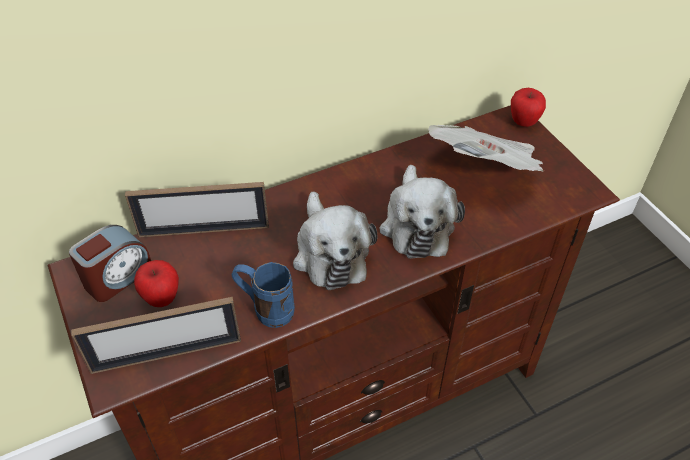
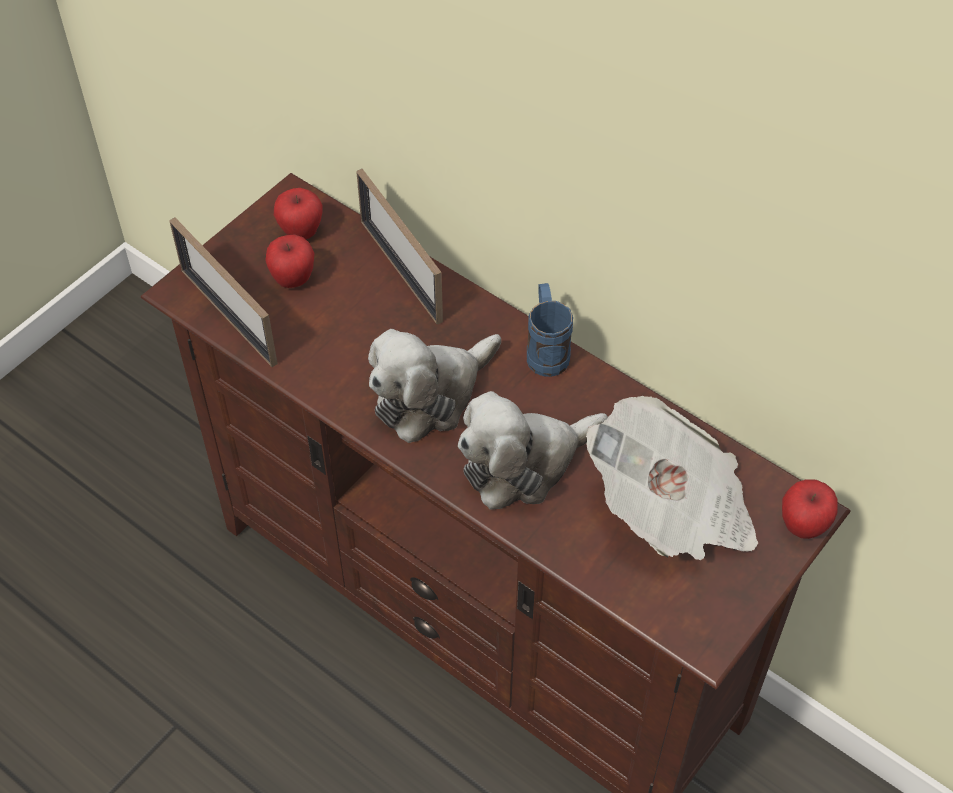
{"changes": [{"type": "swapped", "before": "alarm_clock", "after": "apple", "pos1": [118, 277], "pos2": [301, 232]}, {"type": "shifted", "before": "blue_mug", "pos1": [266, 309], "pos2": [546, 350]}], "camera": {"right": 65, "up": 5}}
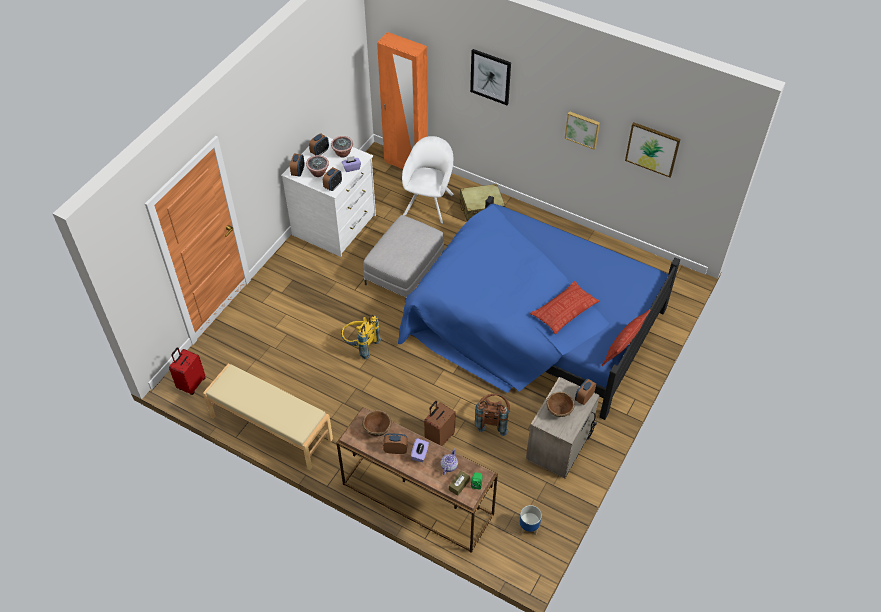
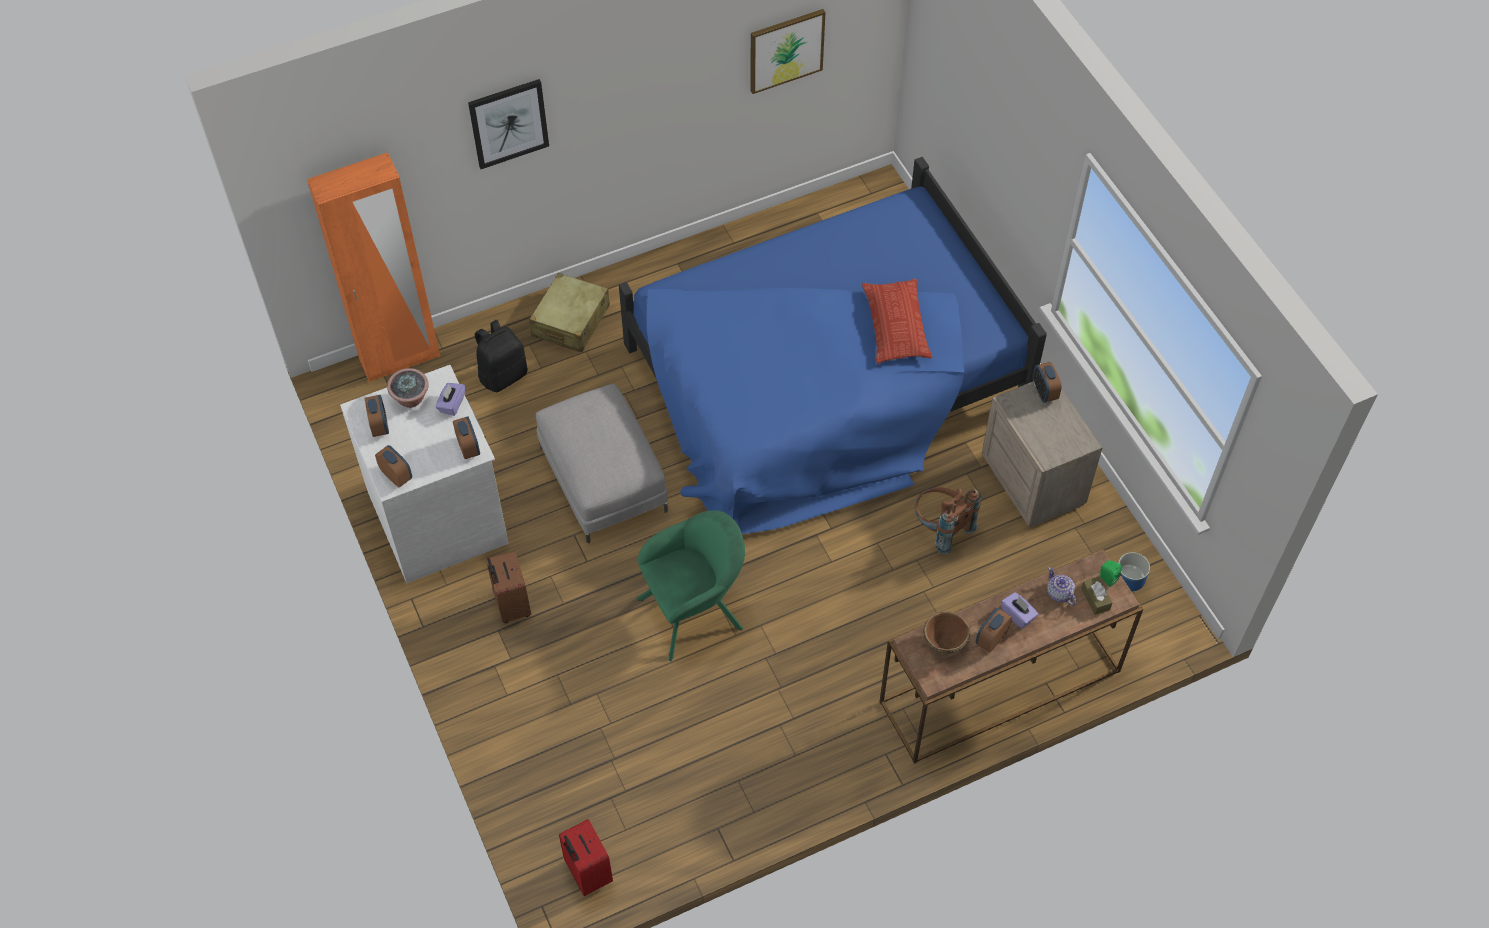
{"changes": [{"type": "swapped", "before": "white_armchair", "after": "black_backpack", "pos1": [429, 202], "pos2": [503, 375]}, {"type": "shifted", "before": "brown_suitcase", "pos1": [439, 437], "pos2": [511, 605]}, {"type": "swapped", "before": "yellow_backpack", "after": "green_armchair", "pos1": [360, 345], "pos2": [695, 611]}, {"type": "gone", "before": "beige_bench", "pos1": [271, 428]}, {"type": "gone", "before": "potted_plant", "pos1": [318, 173]}, {"type": "gone", "before": "brown_bowl", "pos1": [559, 411]}, {"type": "gone", "before": "picture", "pos1": [582, 129]}, {"type": "gone", "before": "pillow", "pos1": [622, 347]}], "camera": {"right": -55, "up": 5}}
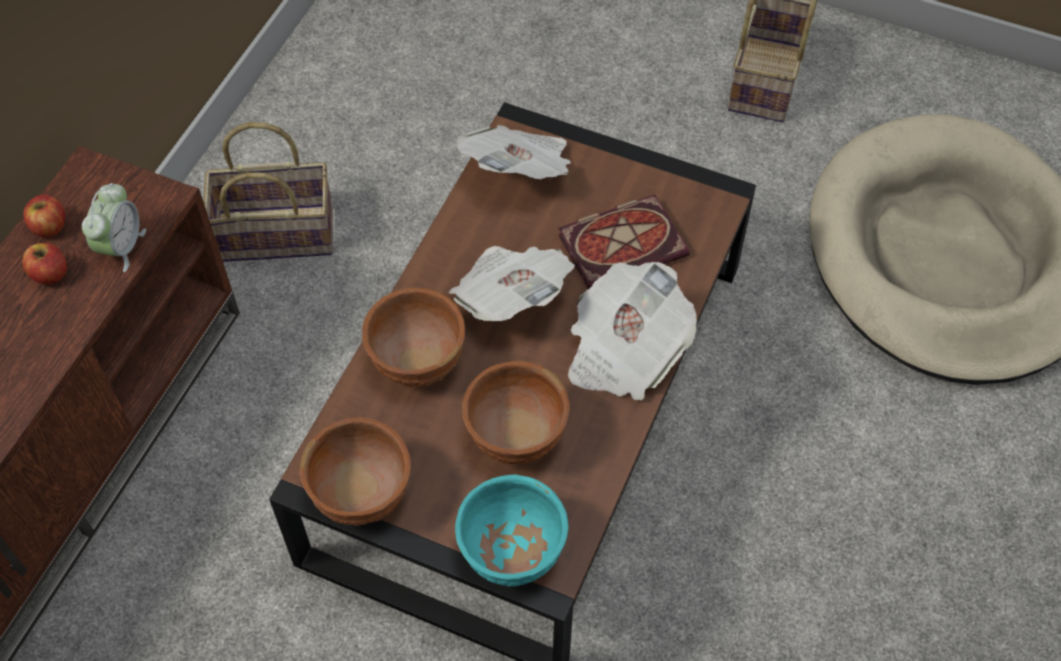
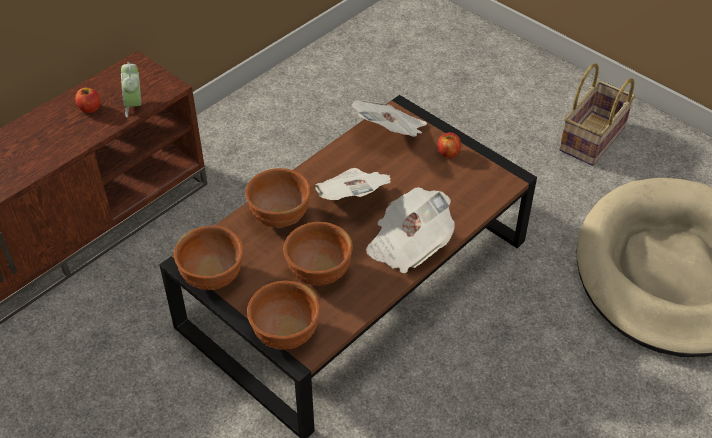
{"changes": [{"type": "rotated", "before": "alarm_clock", "pos1": [121, 247], "pos2": [134, 105], "turn": 135}, {"type": "repainted", "before": "turquoise_bowl", "after": "brown_bowl", "pos1": [511, 552], "pos2": [285, 334]}, {"type": "shifted", "before": "apple", "pos1": [49, 227], "pos2": [448, 152]}, {"type": "gone", "before": "basket", "pos1": [277, 233]}, {"type": "gone", "before": "book", "pos1": [624, 243]}], "camera": {"right": 20, "up": -10}}
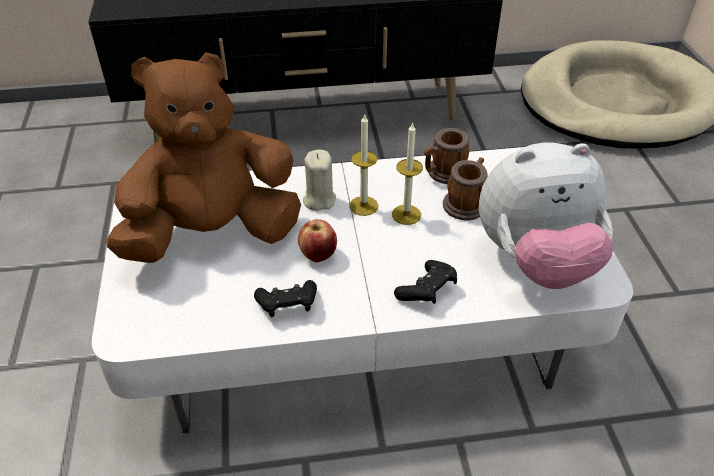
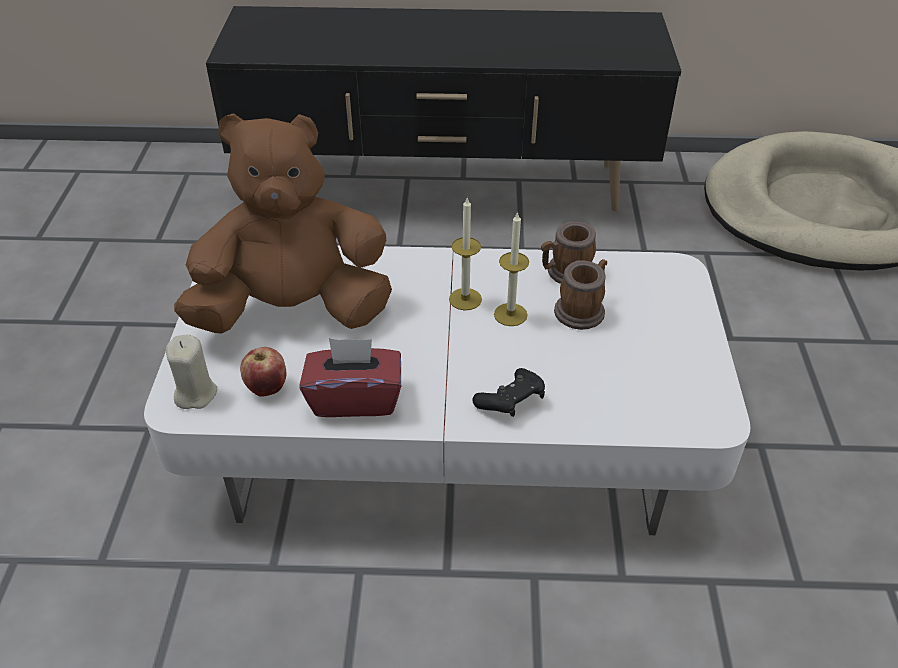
{"changes": [{"type": "shifted", "before": "beige_candle", "pos1": [319, 200], "pos2": [195, 393]}, {"type": "shifted", "before": "apple", "pos1": [318, 255], "pos2": [267, 388]}, {"type": "swapped", "before": "black_game_controller", "after": "red_tissue_box", "pos1": [288, 306], "pos2": [355, 398]}, {"type": "gone", "before": "plush_toy", "pos1": [535, 261]}], "camera": {"right": 10, "up": 0}}
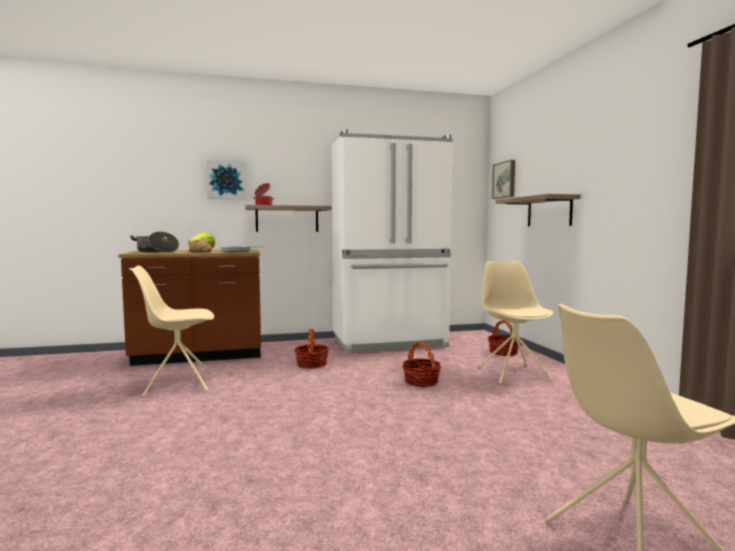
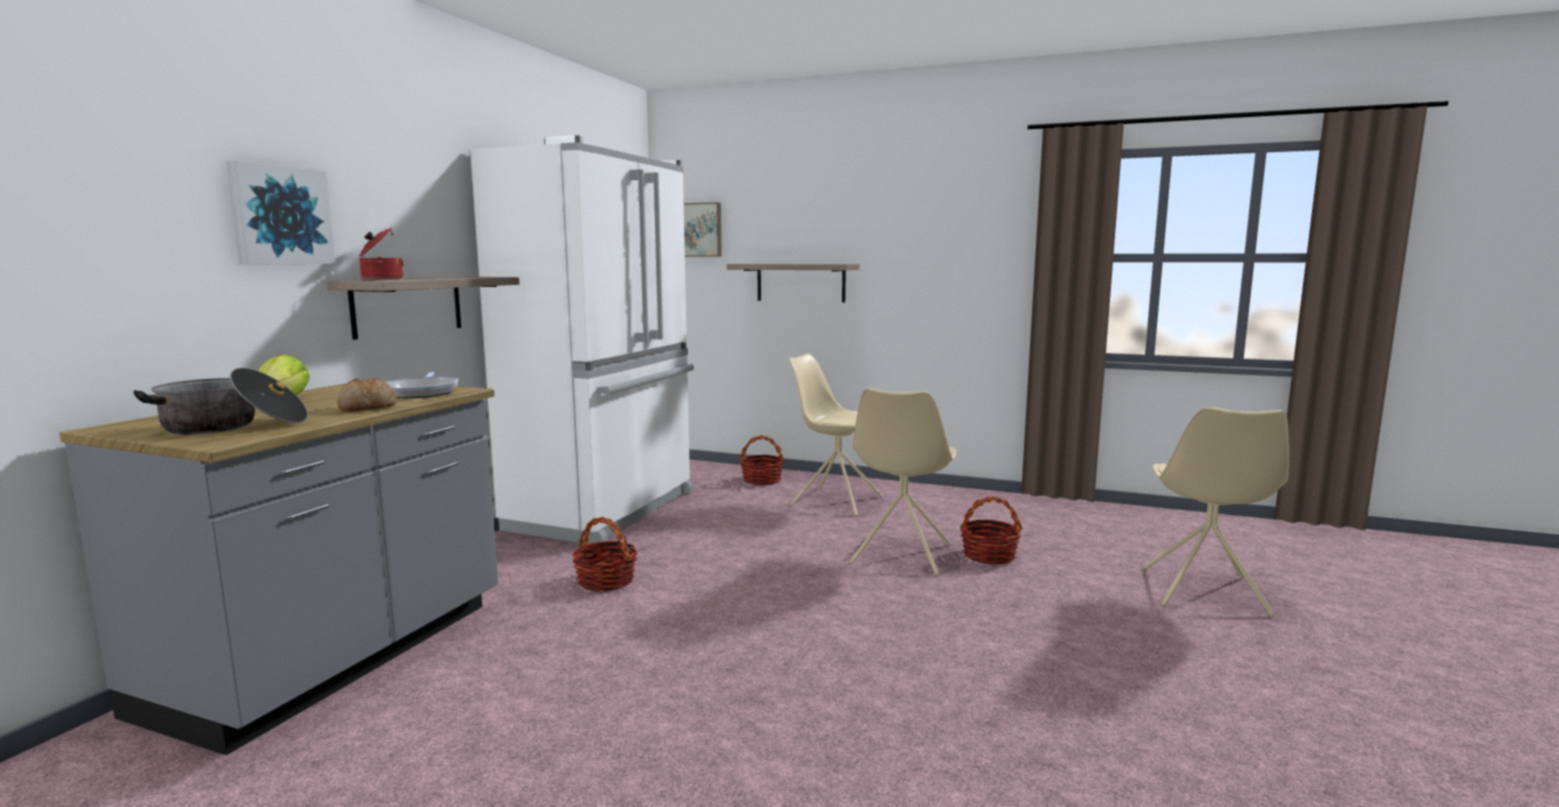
{"changes": [{"type": "repainted", "before": "brown_counter", "after": "grey_counter", "pos1": [199, 355], "pos2": [336, 657]}, {"type": "shifted", "before": "beige_chair", "pos1": [177, 384], "pos2": [900, 555]}, {"type": "shifted", "before": "basket", "pos1": [421, 382], "pos2": [989, 555]}], "camera": {"right": -55, "up": 5}}
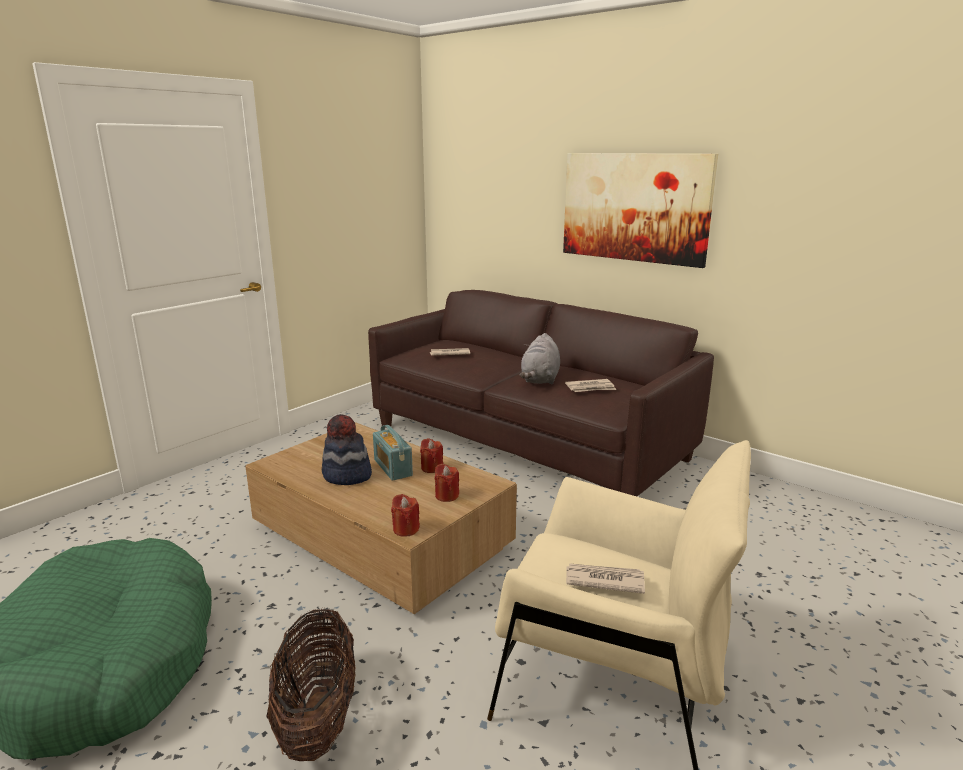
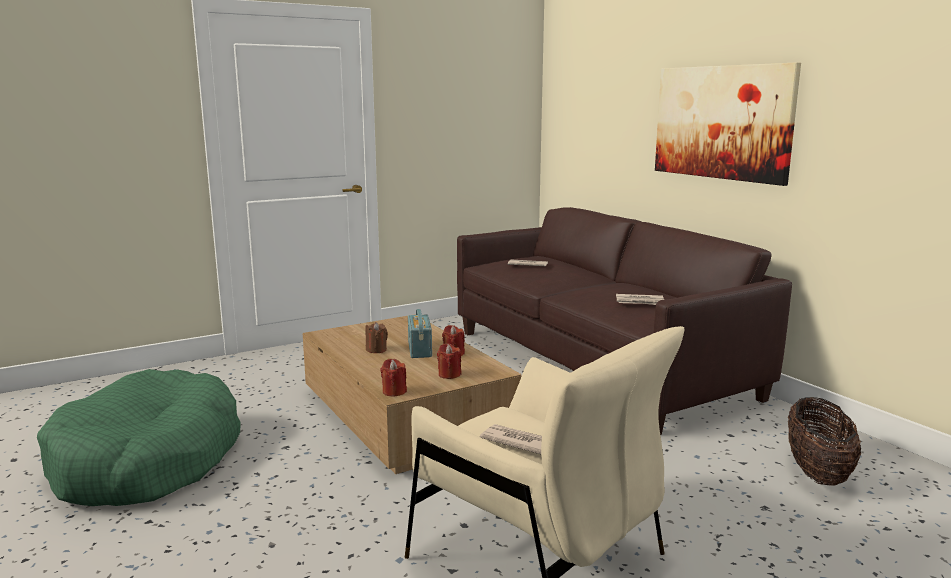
{"changes": [{"type": "swapped", "before": "hat", "after": "brown_candle", "pos1": [347, 476], "pos2": [376, 350]}, {"type": "shifted", "before": "basket", "pos1": [318, 718], "pos2": [817, 472]}, {"type": "gone", "before": "grey_plush_toy", "pos1": [540, 379]}], "camera": {"right": 20, "up": -5}}
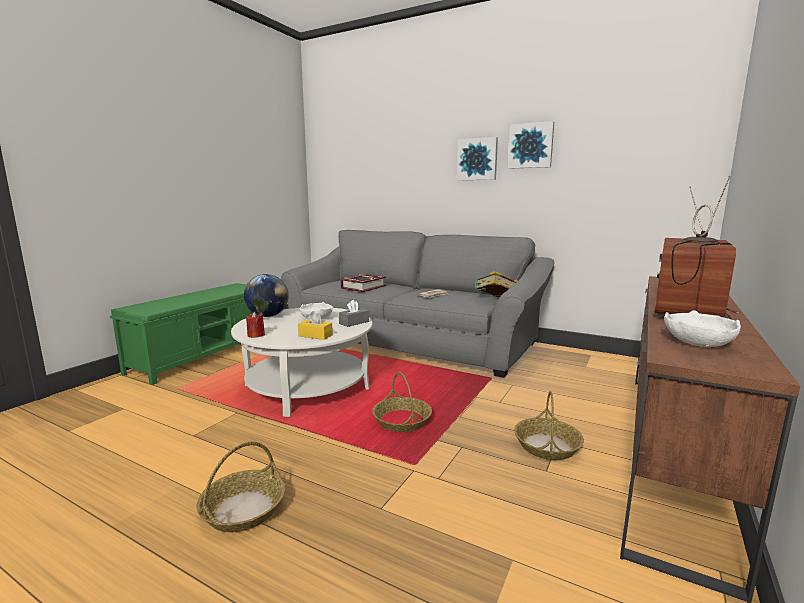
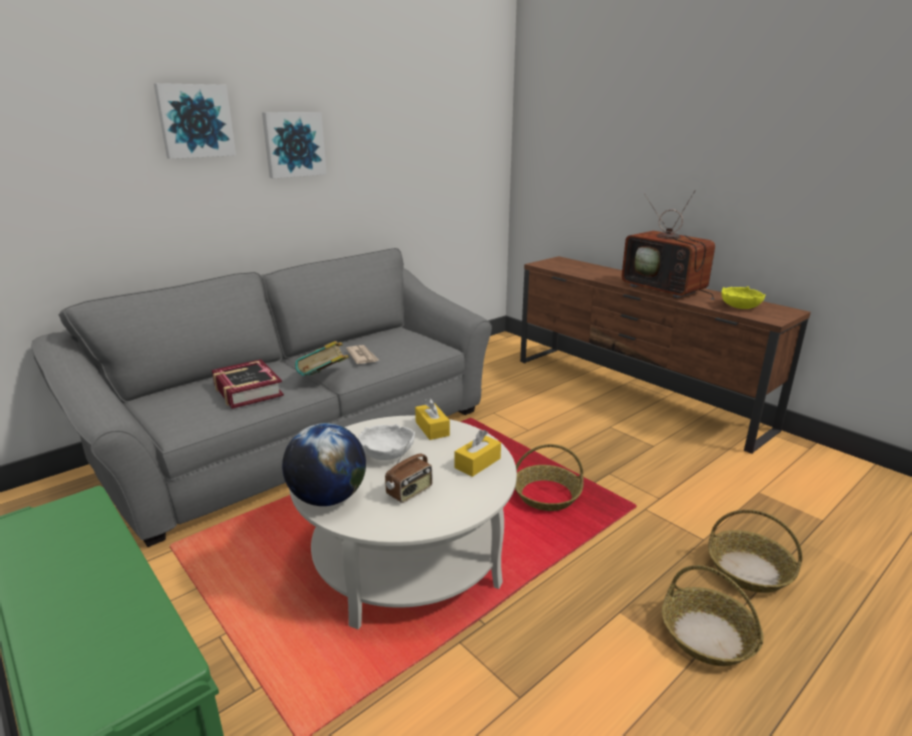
{"changes": [{"type": "shifted", "before": "picture", "pos1": [530, 146], "pos2": [195, 121]}, {"type": "shifted", "before": "book", "pos1": [496, 300], "pos2": [324, 380]}, {"type": "new", "after": "radio", "pos2": [410, 492]}, {"type": "repainted", "before": "grey_tissue_box", "after": "yellow_tissue_box", "pos1": [354, 322], "pos2": [432, 428]}, {"type": "shifted", "before": "basket", "pos1": [547, 446], "pos2": [749, 570]}, {"type": "repainted", "before": "white_bowl", "after": "yellow_bowl", "pos1": [698, 343], "pos2": [740, 307]}, {"type": "gone", "before": "red_candle", "pos1": [256, 335]}], "camera": {"right": -70, "up": 10}}
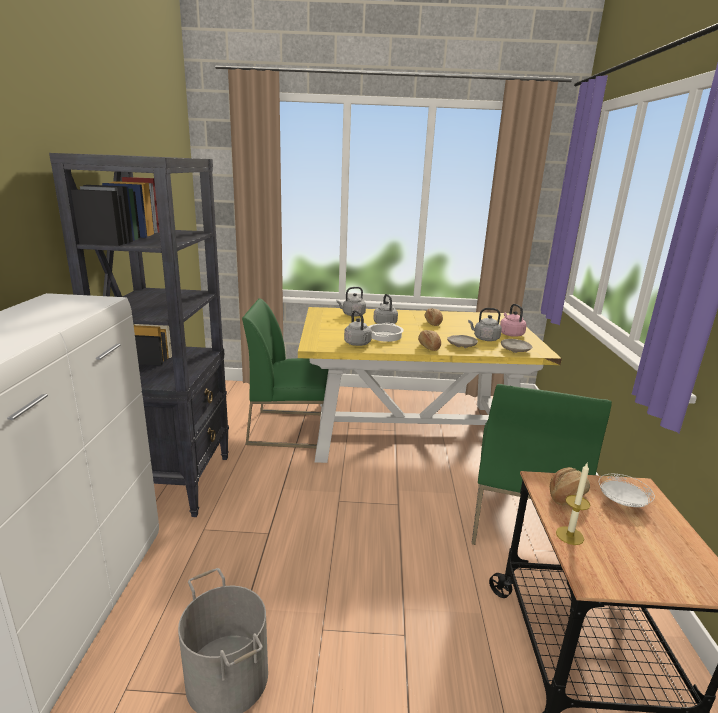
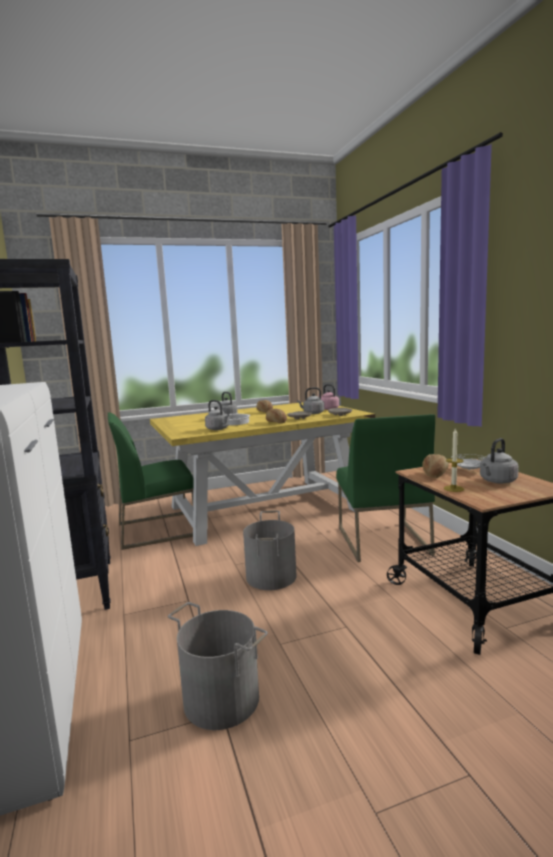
{"changes": [{"type": "new", "after": "grey_bucket", "pos2": [272, 576]}, {"type": "shifted", "before": "grey_kettle", "pos1": [352, 315], "pos2": [497, 481]}], "camera": {"right": -20, "up": -10}}
